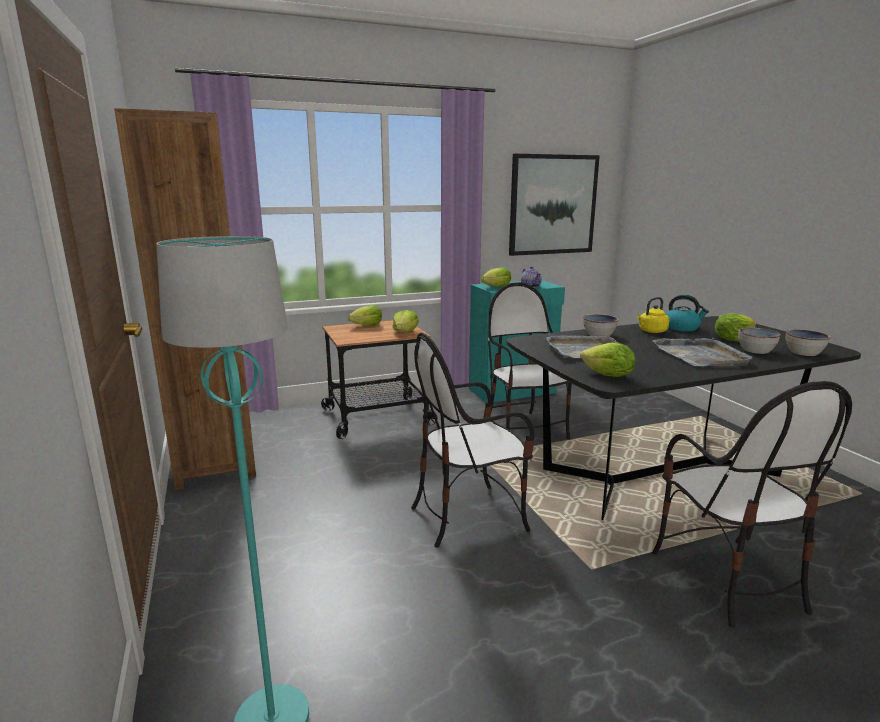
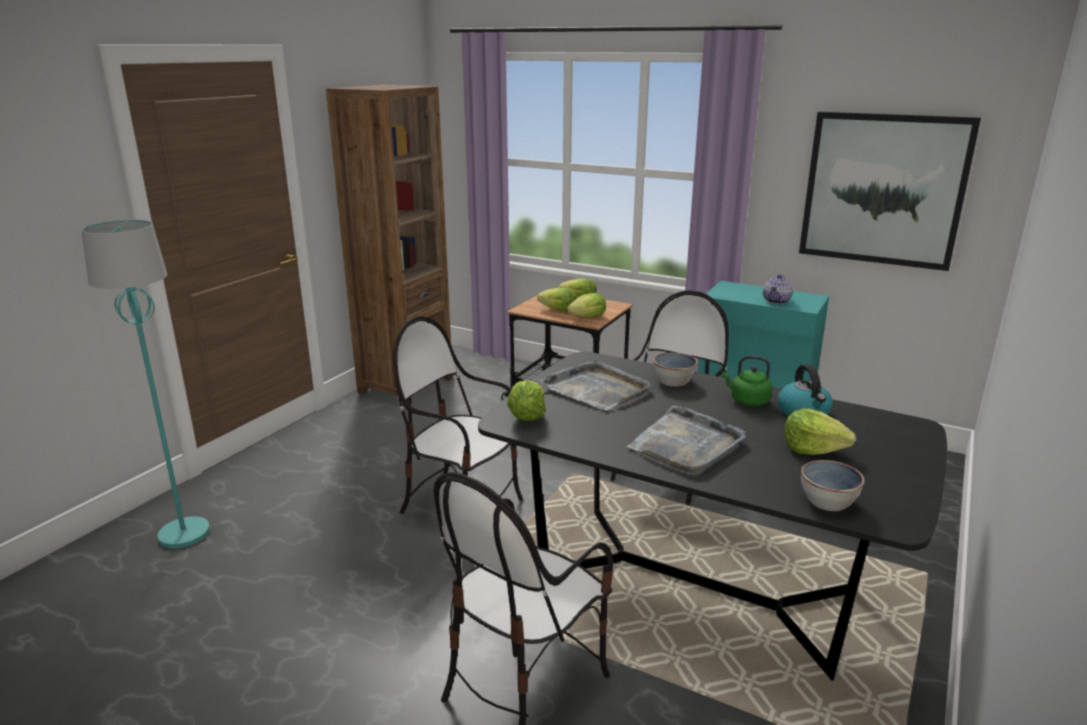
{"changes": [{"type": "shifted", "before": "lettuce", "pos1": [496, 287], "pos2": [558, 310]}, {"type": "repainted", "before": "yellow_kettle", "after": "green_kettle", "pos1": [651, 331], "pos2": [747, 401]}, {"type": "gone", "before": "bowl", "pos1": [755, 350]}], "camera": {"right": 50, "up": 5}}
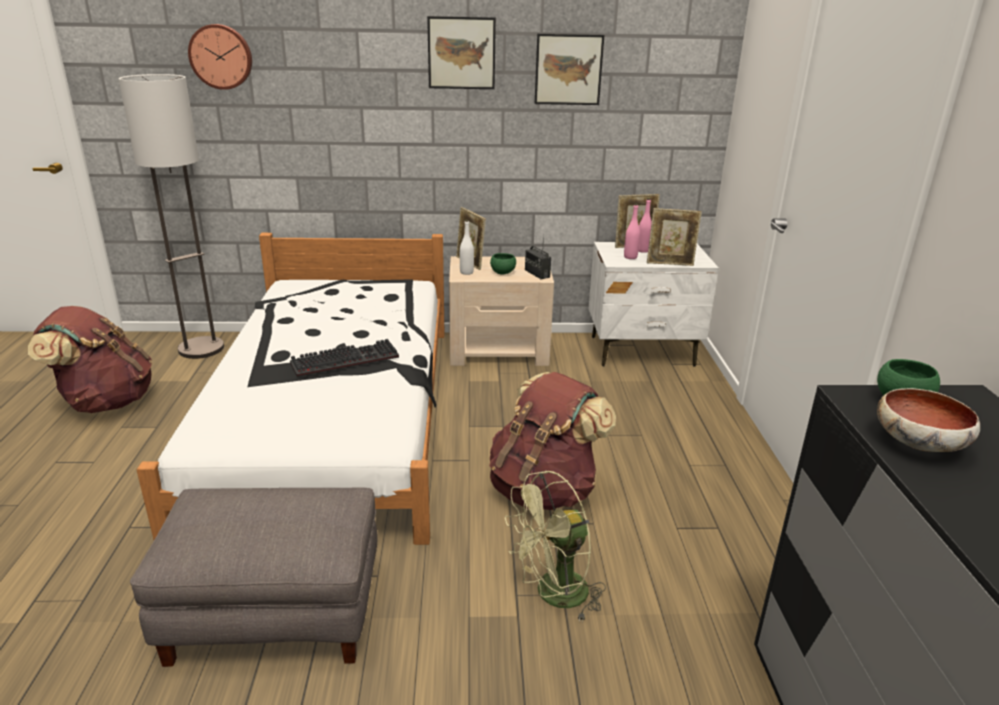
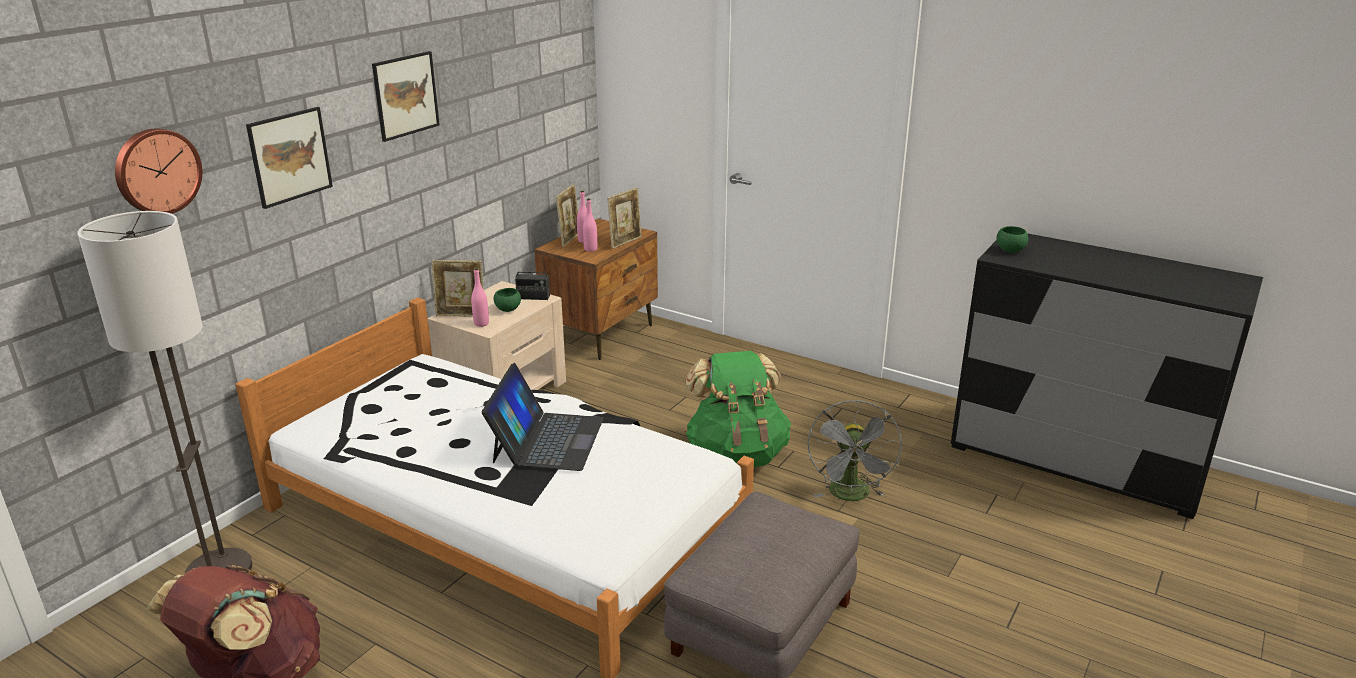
{"changes": [{"type": "shifted", "before": "picture", "pos1": [568, 69], "pos2": [290, 156]}, {"type": "repainted", "before": "white_bottle", "after": "pink_bottle", "pos1": [466, 272], "pos2": [481, 324]}, {"type": "swapped", "before": "keyboard", "after": "laptop", "pos1": [346, 359], "pos2": [547, 440]}, {"type": "repainted", "before": "white_nightstand", "after": "brown_nightstand", "pos1": [643, 351], "pos2": [601, 334]}, {"type": "repainted", "before": "brown_backpack", "after": "green_backpack", "pos1": [544, 490], "pos2": [736, 454]}, {"type": "repainted", "before": "green_fan", "after": "grey_fan", "pos1": [553, 596], "pos2": [851, 496]}, {"type": "gone", "before": "bowl", "pos1": [920, 444]}], "camera": {"right": -55, "up": 0}}
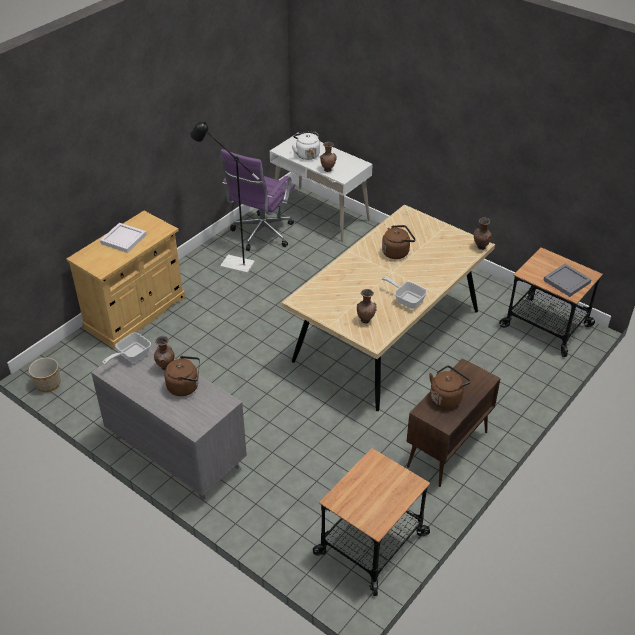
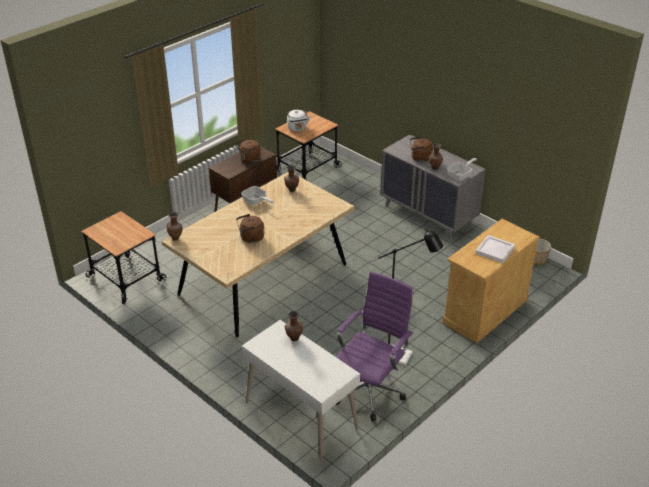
{"changes": [{"type": "shifted", "before": "white_kettle", "pos1": [307, 154], "pos2": [297, 128]}, {"type": "gone", "before": "grey_tray", "pos1": [566, 281]}], "camera": {"right": -175, "up": -5}}
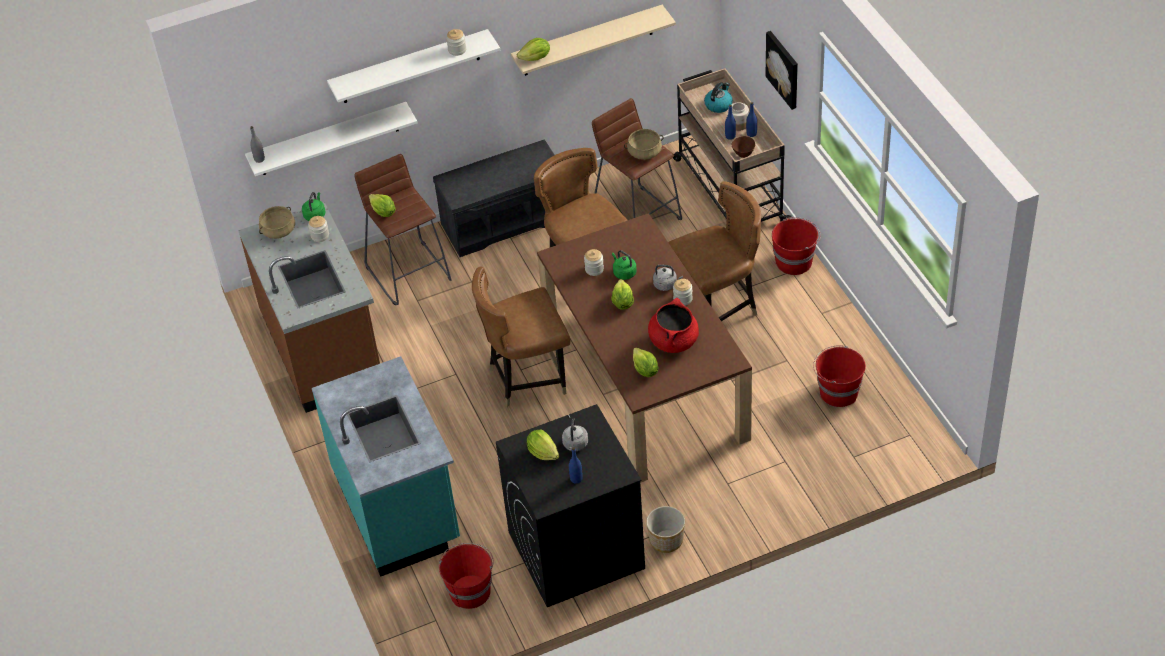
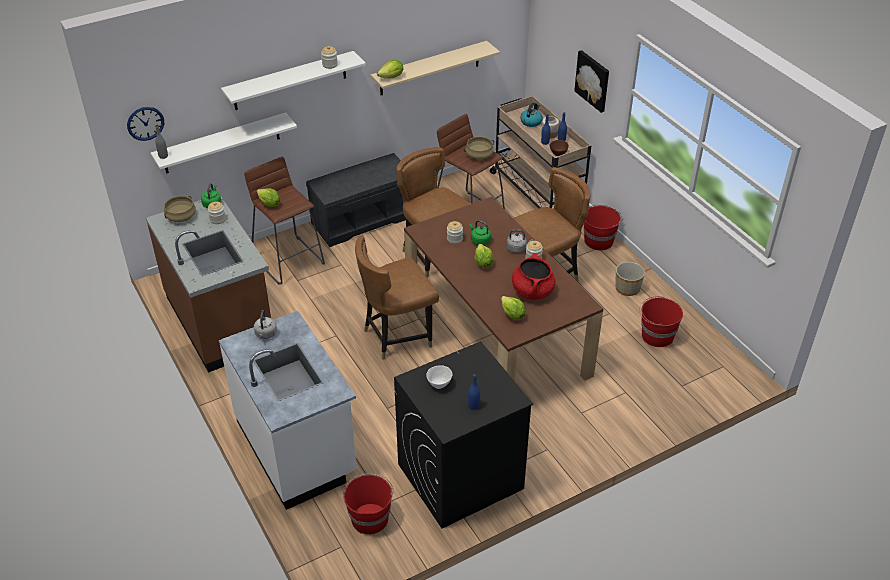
{"changes": [{"type": "new", "after": "wall_clock", "pos2": [145, 123]}, {"type": "repainted", "before": "turquoise_counter", "after": "white_counter", "pos1": [399, 508], "pos2": [297, 448]}, {"type": "shifted", "before": "grey_kettle", "pos1": [575, 445], "pos2": [265, 334]}, {"type": "swapped", "before": "lettuce", "after": "white_bowl", "pos1": [543, 452], "pos2": [439, 384]}, {"type": "shifted", "before": "planter", "pos1": [665, 540], "pos2": [627, 288]}], "camera": {"right": -10, "up": -5}}
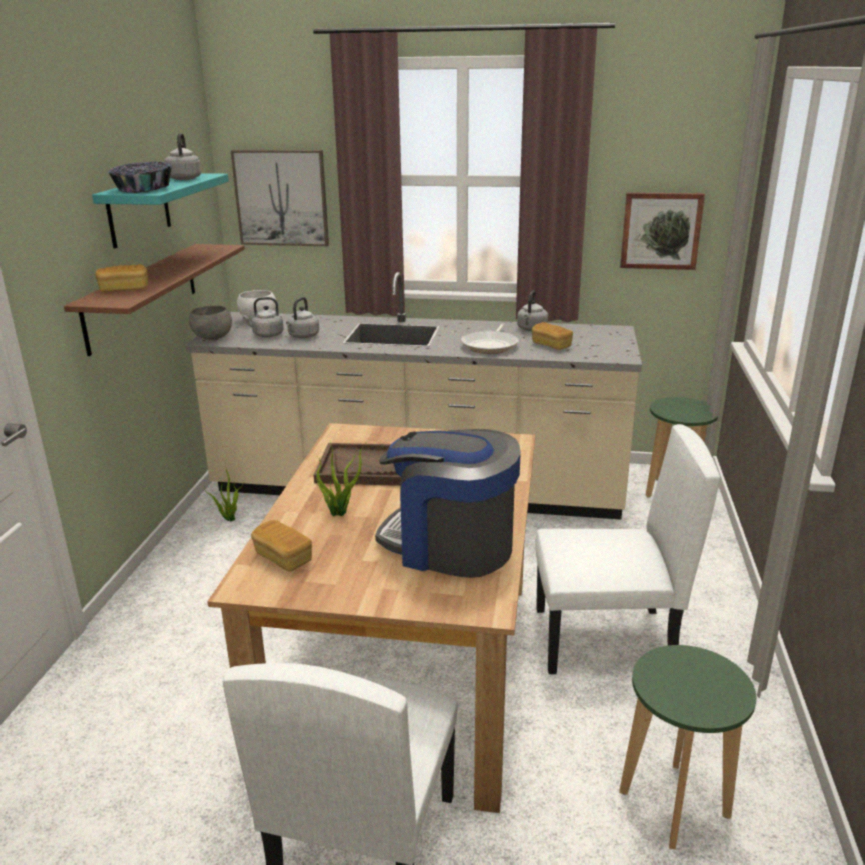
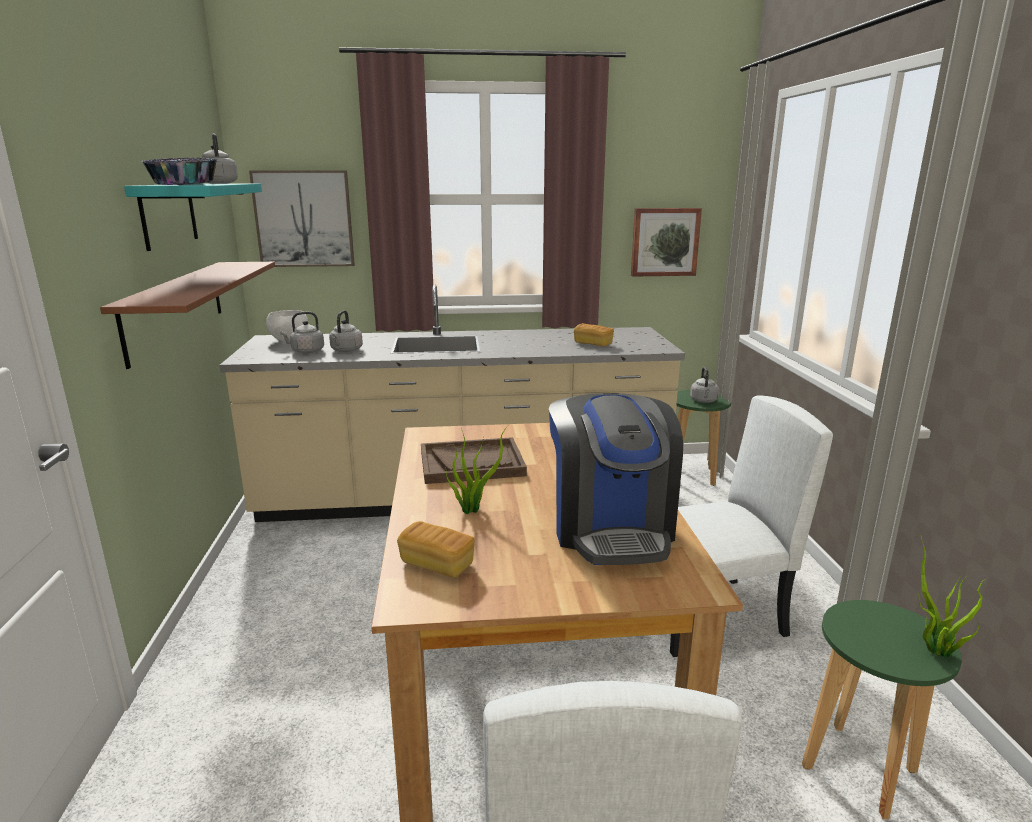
{"changes": [{"type": "rotated", "before": "coffee_machine", "pos1": [449, 545], "pos2": [611, 528], "turn": -105}, {"type": "shifted", "before": "grey_kettle", "pos1": [531, 329], "pos2": [704, 401]}, {"type": "shifted", "before": "potted_plant", "pos1": [229, 518], "pos2": [935, 651]}, {"type": "gone", "before": "bread", "pos1": [124, 289]}, {"type": "gone", "before": "grey_bowl", "pos1": [213, 338]}, {"type": "gone", "before": "frying_pan", "pos1": [491, 345]}], "camera": {"right": -15, "up": -5}}
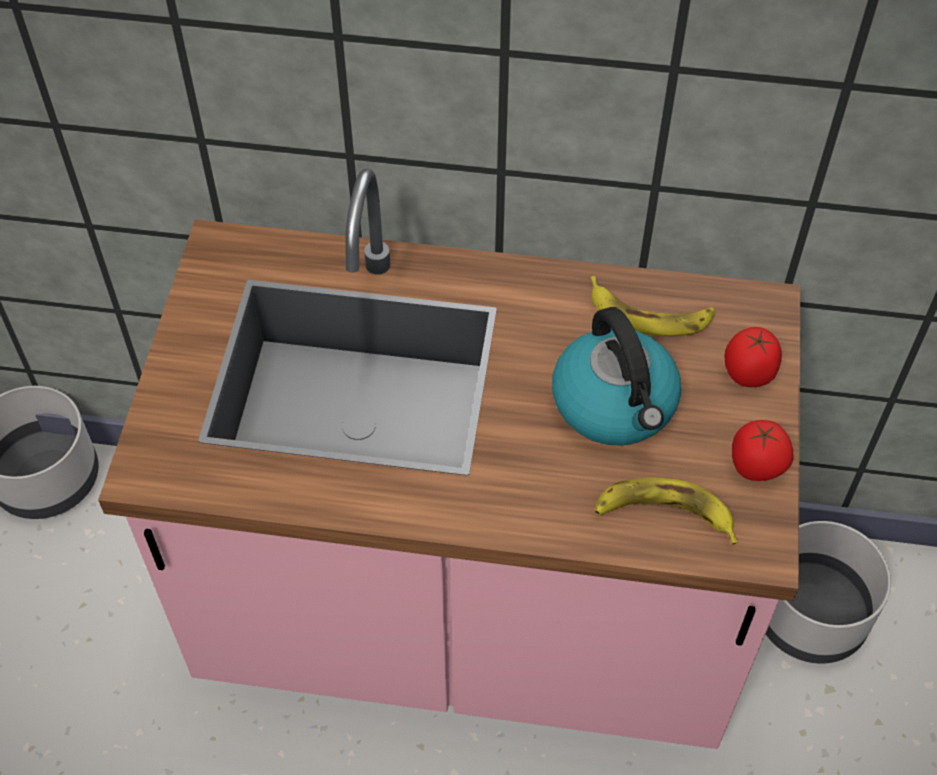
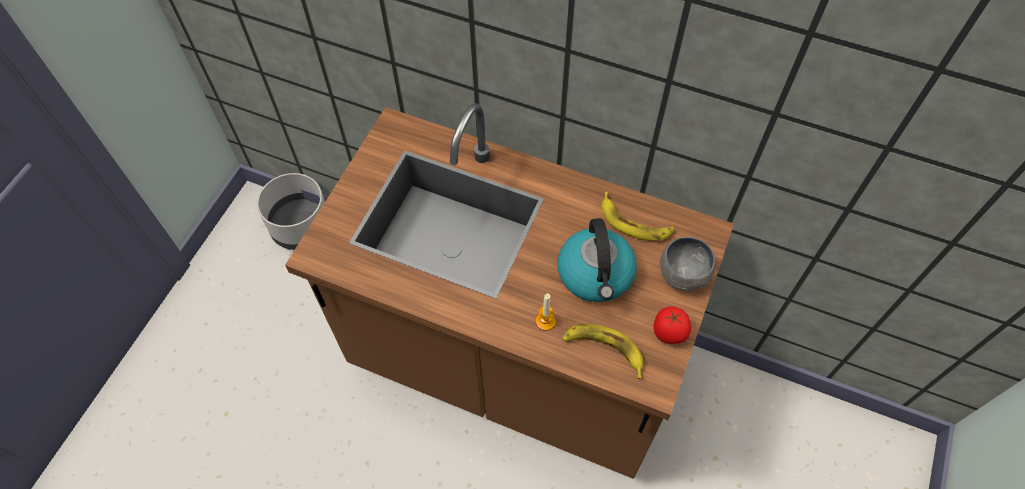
{"changes": [{"type": "repainted", "before": "pink_counter", "after": "brown_counter", "pos1": [468, 621], "pos2": [513, 365]}, {"type": "new", "after": "candle", "pos2": [545, 321]}, {"type": "swapped", "before": "tomato", "after": "grey_bowl", "pos1": [749, 373], "pos2": [683, 273]}, {"type": "gone", "before": "grey_planter", "pos1": [809, 614]}], "camera": {"right": 15, "up": 5}}
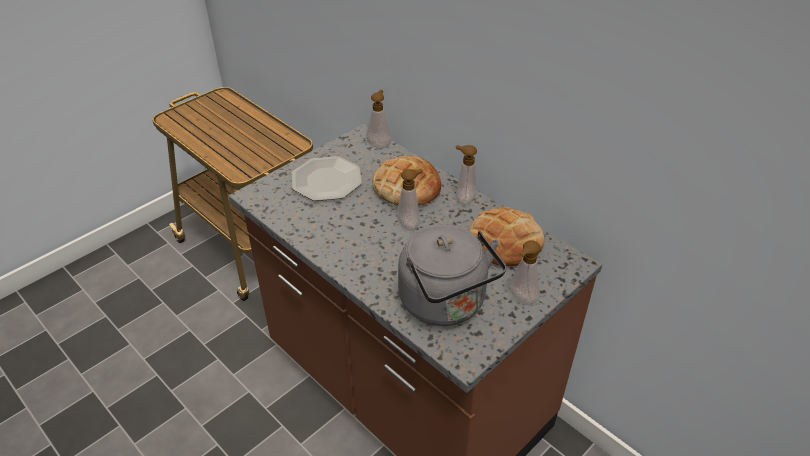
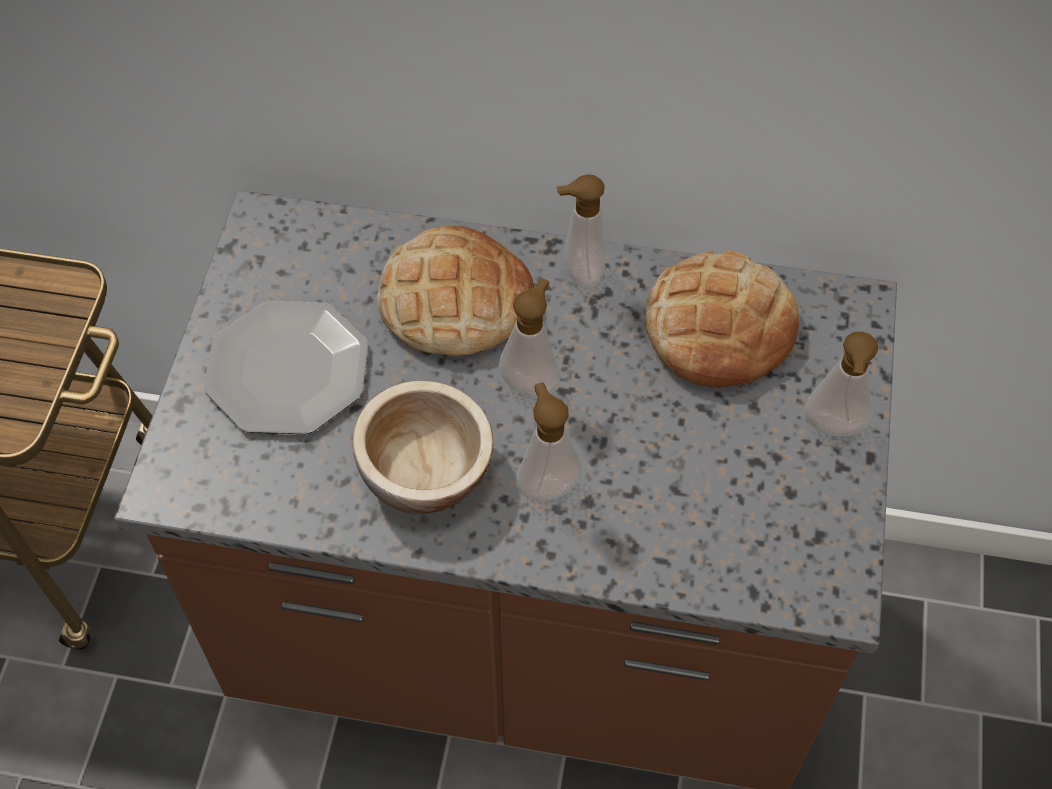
{"changes": [{"type": "new", "after": "bowl", "pos2": [425, 471]}, {"type": "shifted", "before": "soap_dispenser", "pos1": [379, 144], "pos2": [547, 484]}, {"type": "gone", "before": "grey_kettle", "pos1": [446, 304]}], "camera": {"right": -35, "up": 15}}
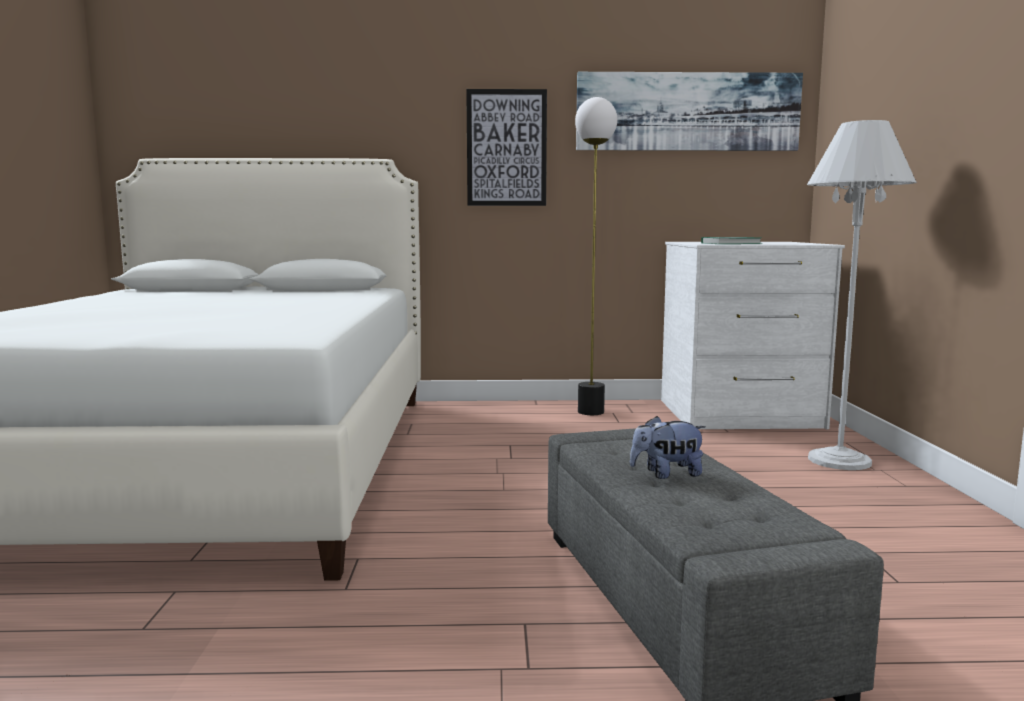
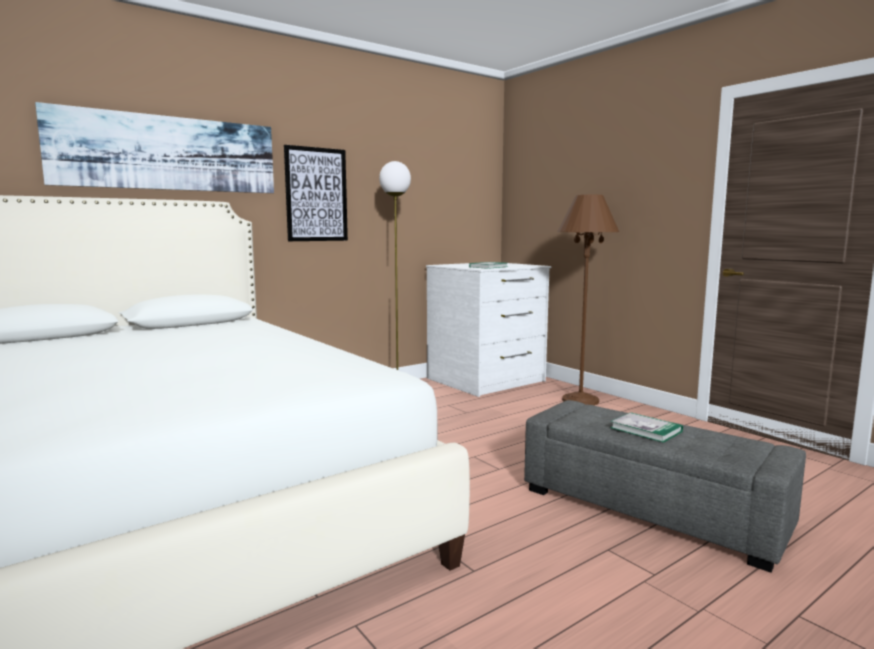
{"changes": [{"type": "shifted", "before": "picture", "pos1": [688, 112], "pos2": [167, 153]}, {"type": "repainted", "before": "white_floor_lamp", "after": "brown_floor_lamp", "pos1": [839, 460], "pos2": [580, 400]}, {"type": "swapped", "before": "plush_toy", "after": "book", "pos1": [666, 474], "pos2": [646, 430]}], "camera": {"right": -35, "up": 0}}
